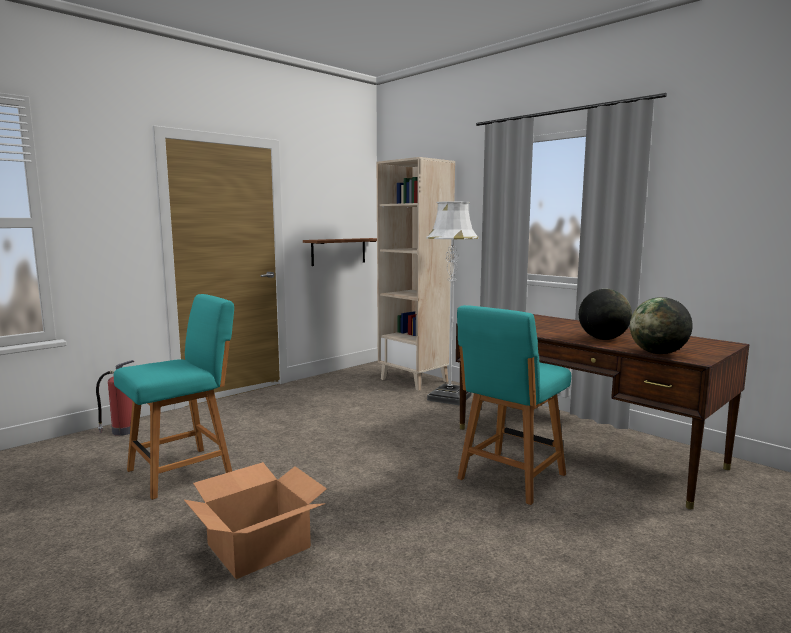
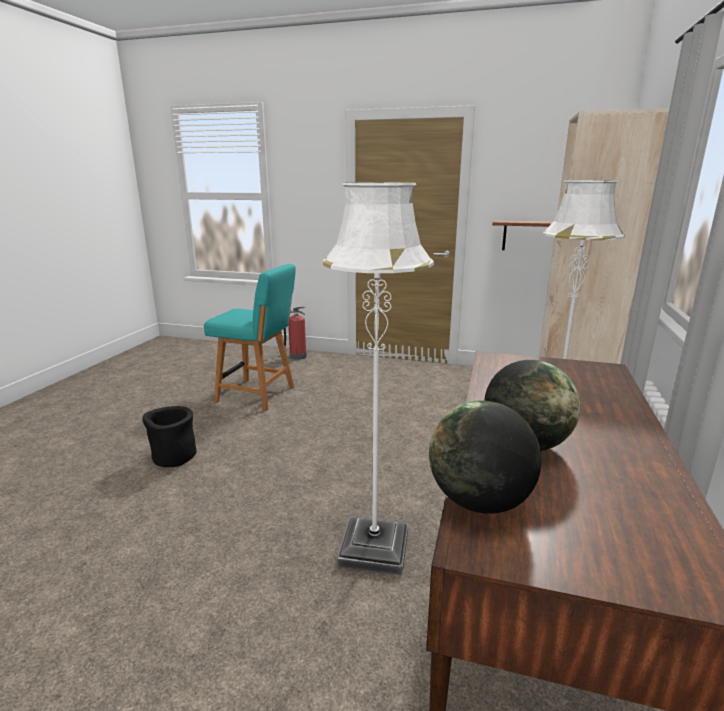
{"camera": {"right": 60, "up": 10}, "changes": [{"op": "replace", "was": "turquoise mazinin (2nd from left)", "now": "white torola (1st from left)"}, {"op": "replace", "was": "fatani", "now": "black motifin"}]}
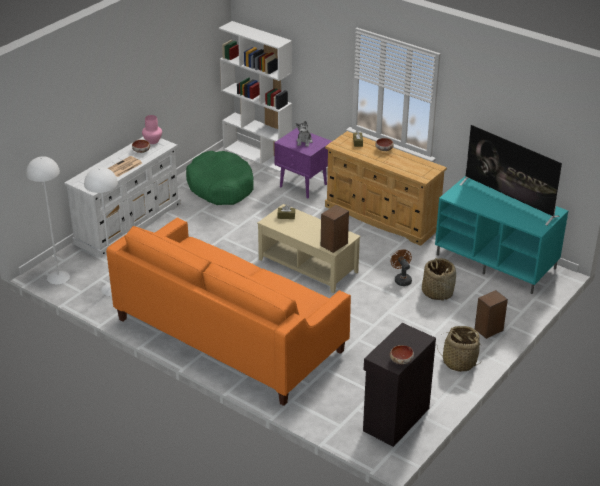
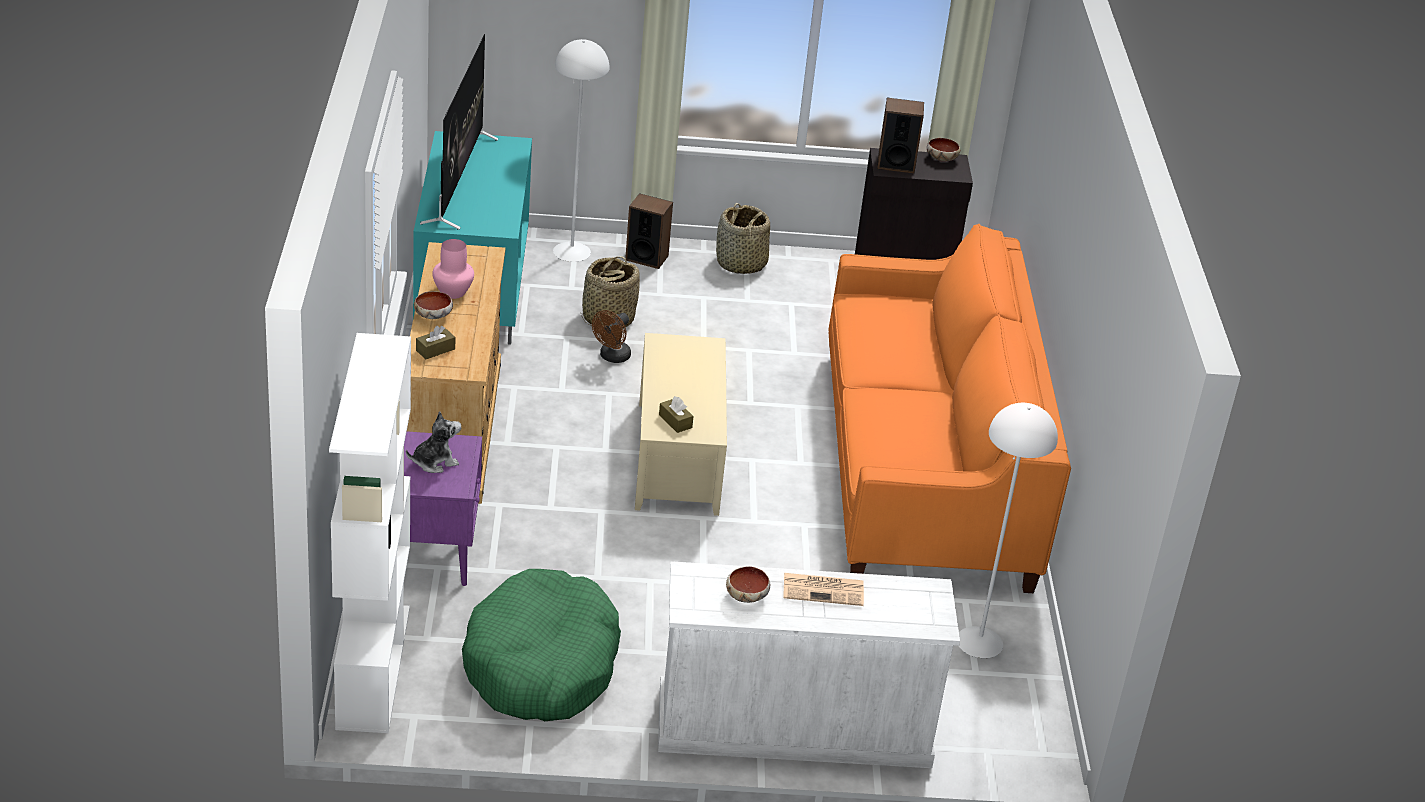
{"camera": {"right": -130, "up": 0}, "changes": [{"op": "move", "was": "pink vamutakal"}, {"op": "move", "was": "white torola (1st from left)"}, {"op": "move", "was": "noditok (1st from left in the first image)", "now": "noditok (2nd from left)"}]}
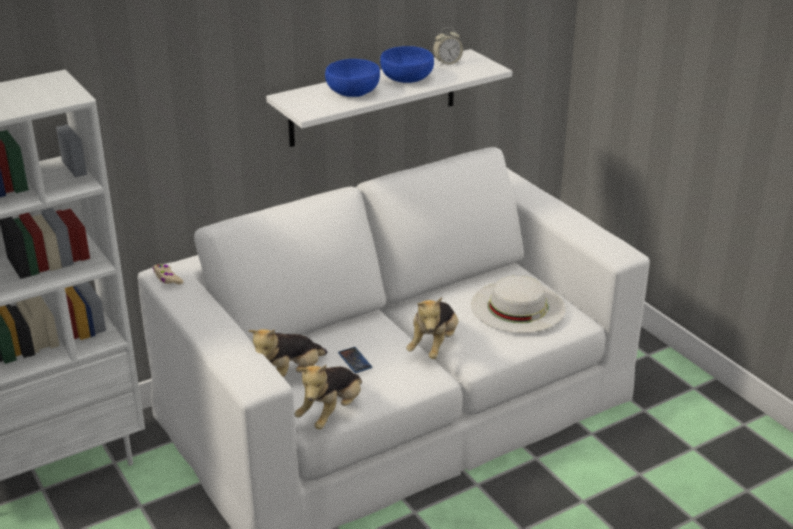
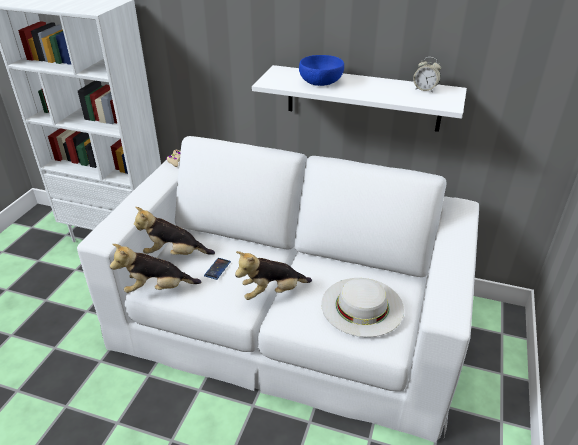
{"camera": {"right": 50, "up": 5}, "changes": [{"op": "delete", "was": "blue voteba (2nd from left)"}]}
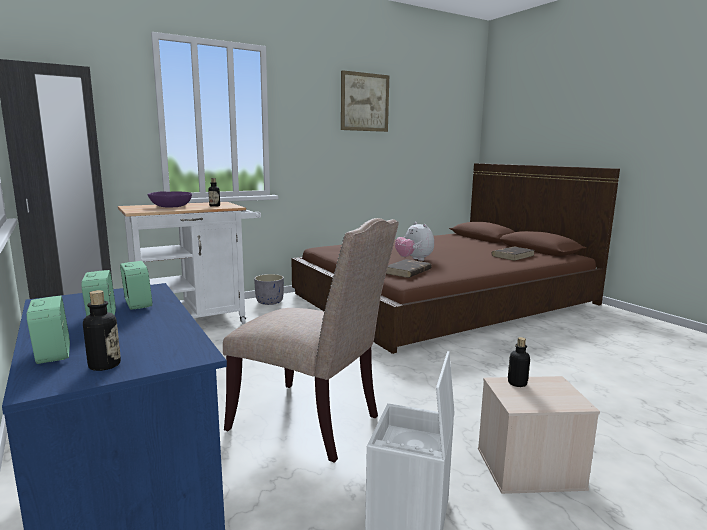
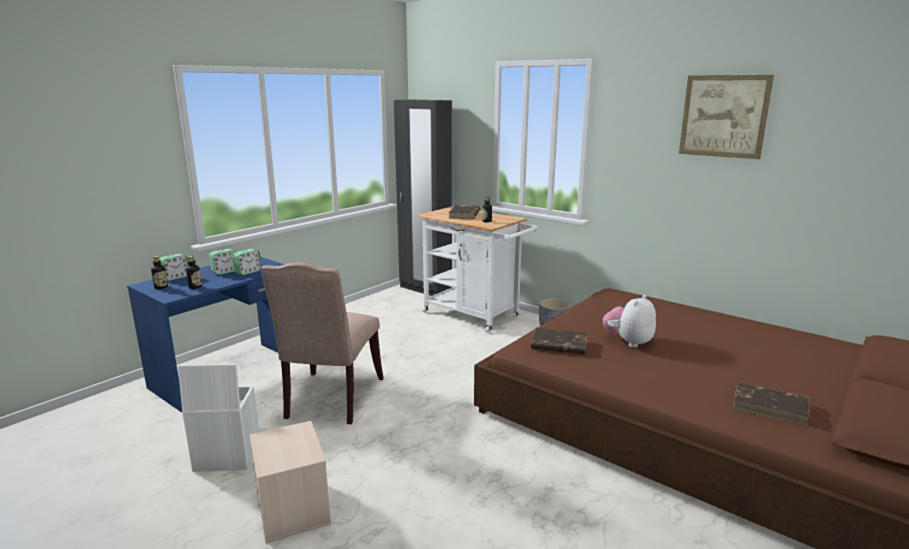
{"camera": {"right": 70, "up": 5}, "changes": [{"op": "replace", "was": "purple voteba", "now": "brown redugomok (1st from left)"}, {"op": "move", "was": "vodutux (3rd from left in the first image)", "now": "vodutux (2nd from left)"}]}
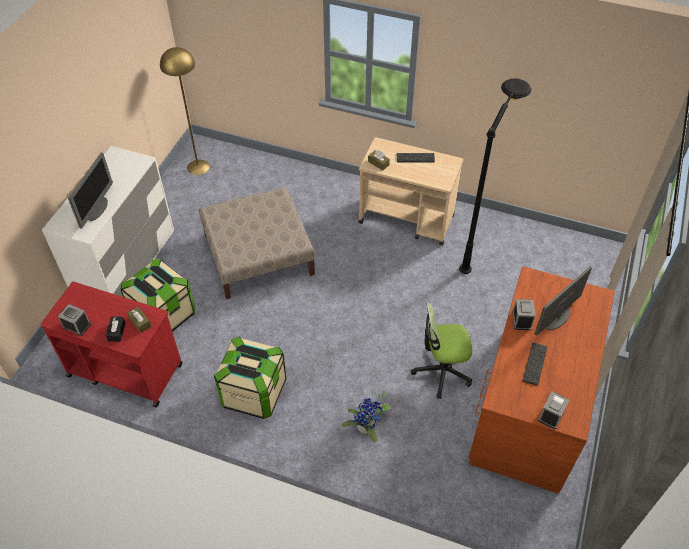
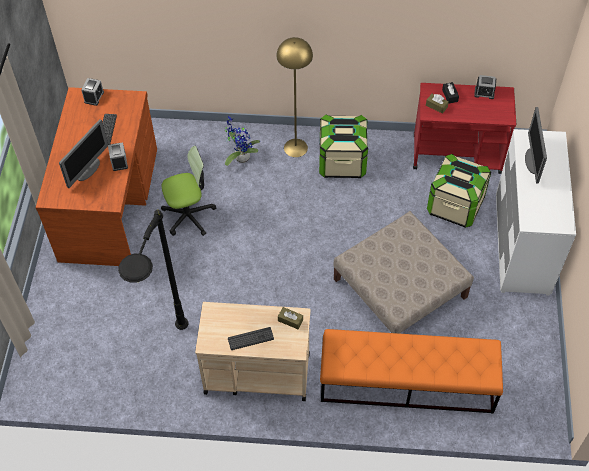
{"camera": {"right": 165, "up": 5}, "changes": [{"op": "move", "was": "yellow torola"}, {"op": "insert", "now": "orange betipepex"}]}
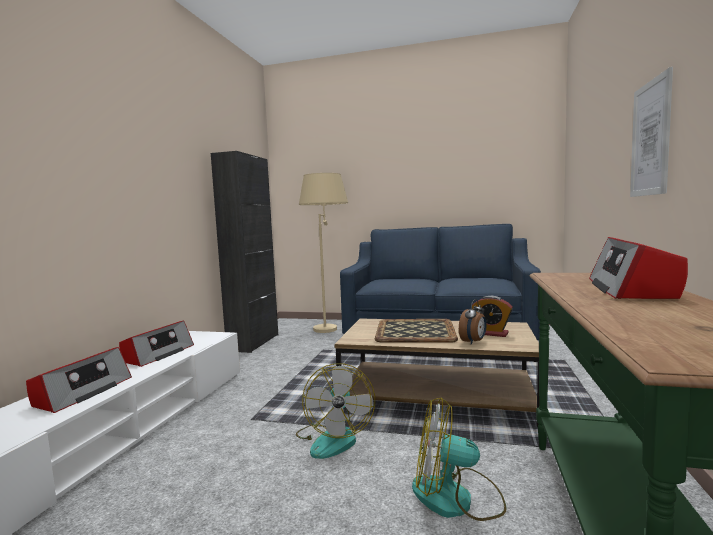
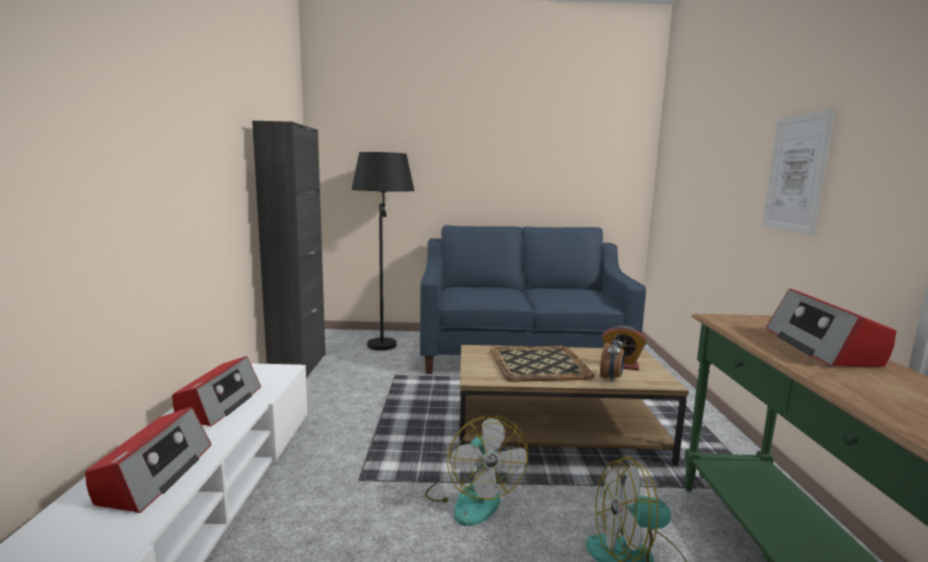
{"camera": {"right": -15, "up": 5}, "changes": [{"op": "recolor", "was": "beige torola", "now": "black torola"}]}
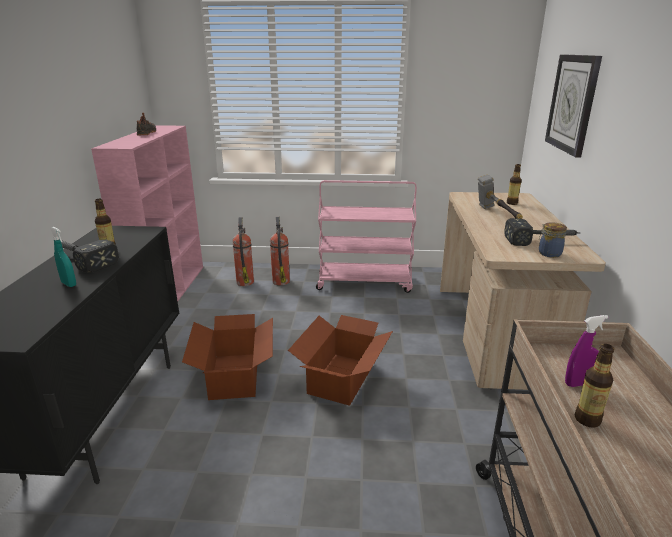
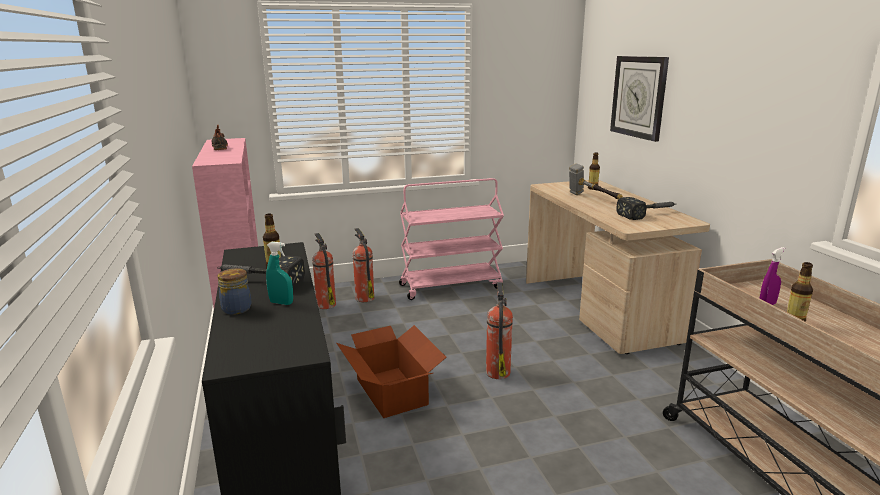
{"camera": {"right": -20, "up": -5}, "changes": [{"op": "move", "was": "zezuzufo"}, {"op": "replace", "was": "fatani (2nd from left)", "now": "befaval (3rd from left)"}]}
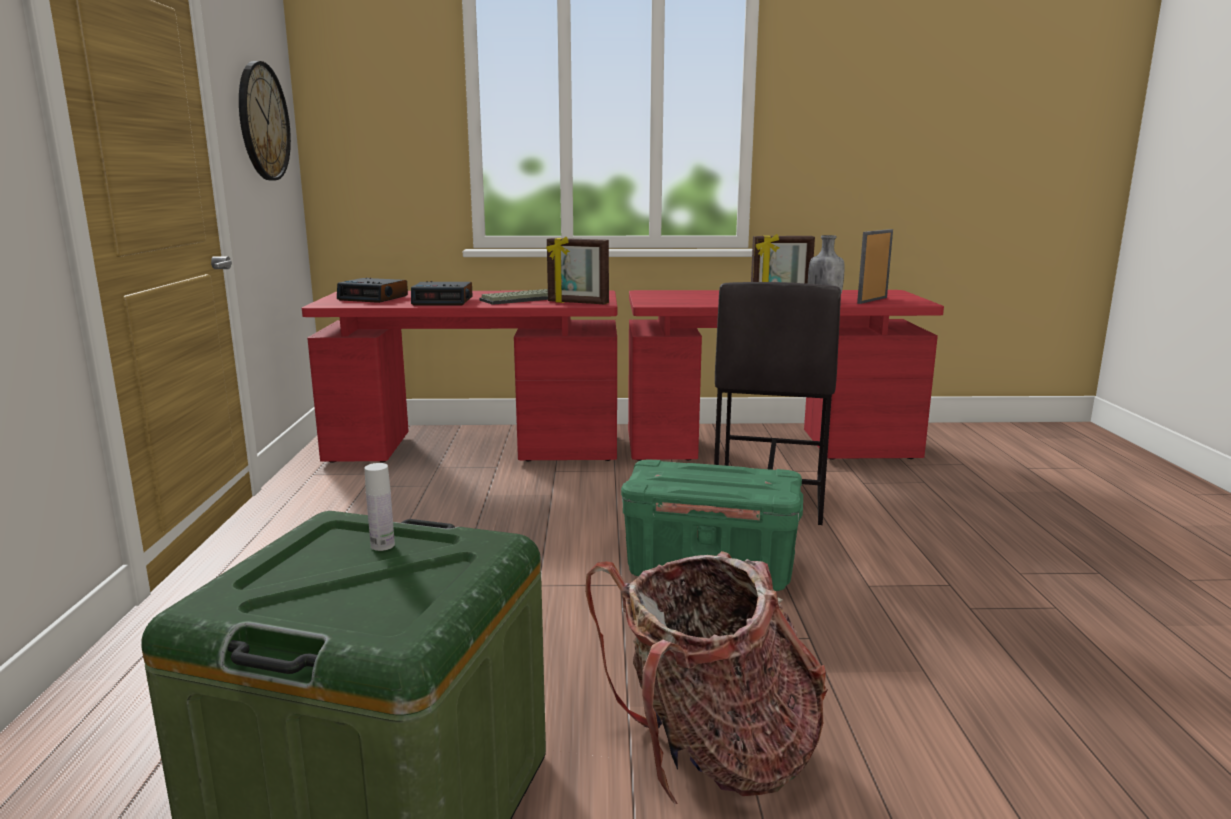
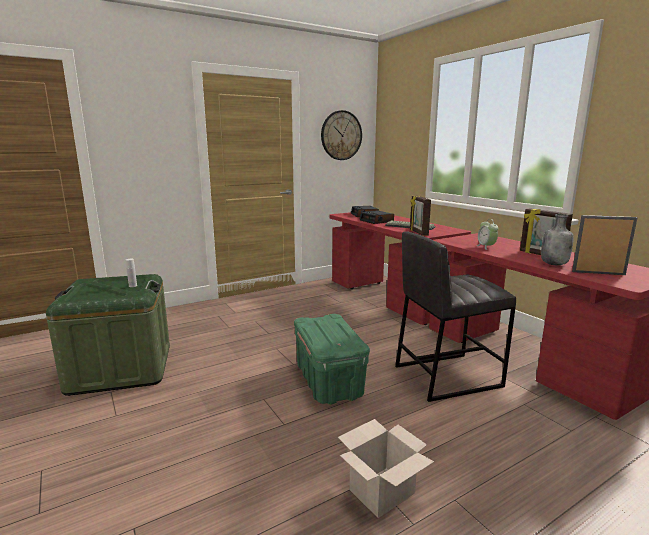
{"camera": {"right": 60, "up": 0}, "changes": [{"op": "delete", "was": "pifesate"}, {"op": "insert", "now": "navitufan (3rd from left)"}, {"op": "insert", "now": "fatani"}]}
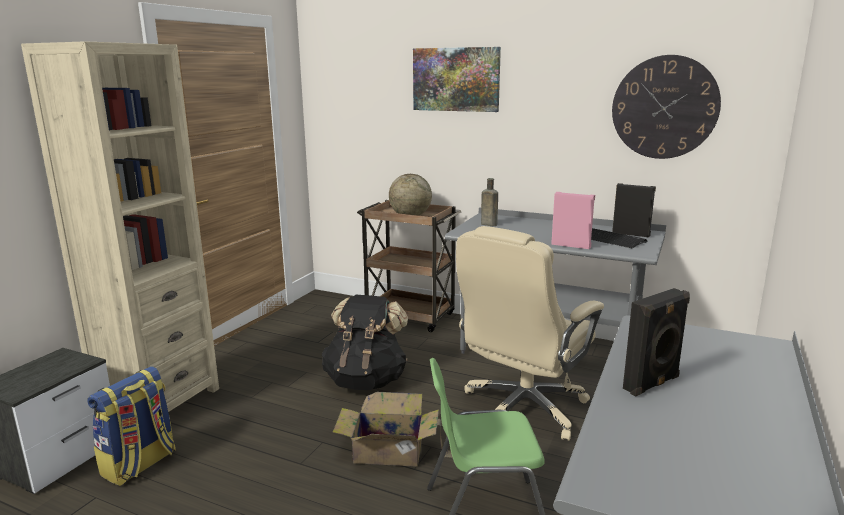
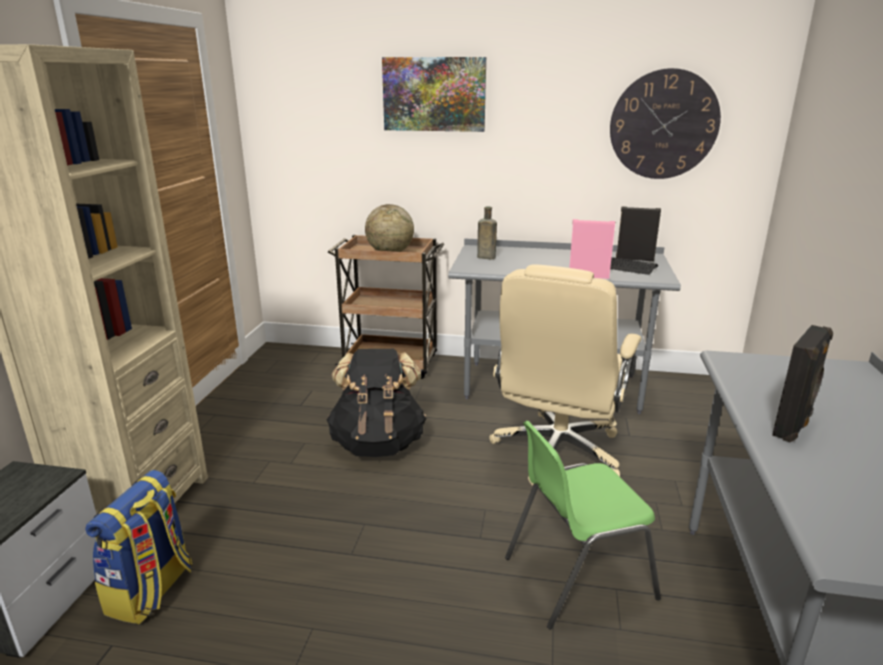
{"camera": {"right": -15, "up": 5}, "changes": [{"op": "delete", "was": "fatani"}]}
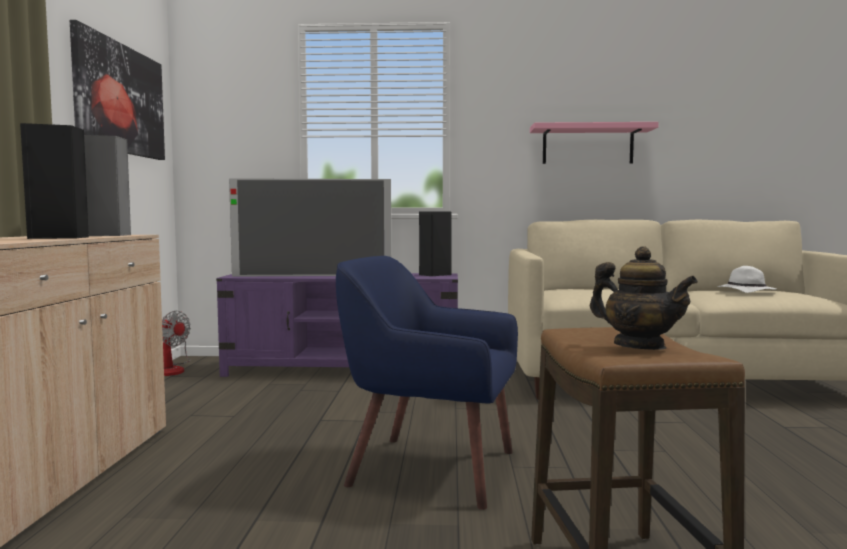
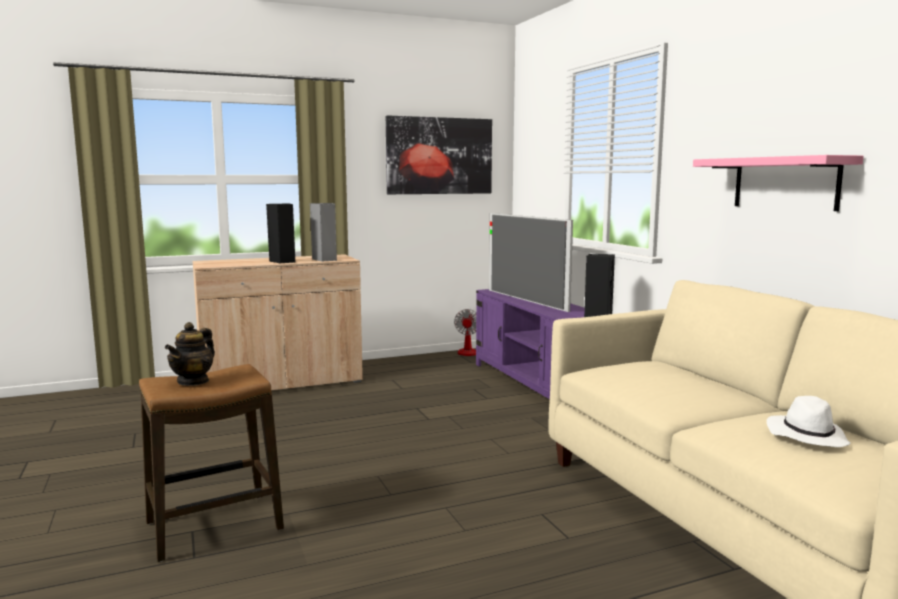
{"camera": {"right": 65, "up": 5}, "changes": [{"op": "delete", "was": "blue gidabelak"}]}
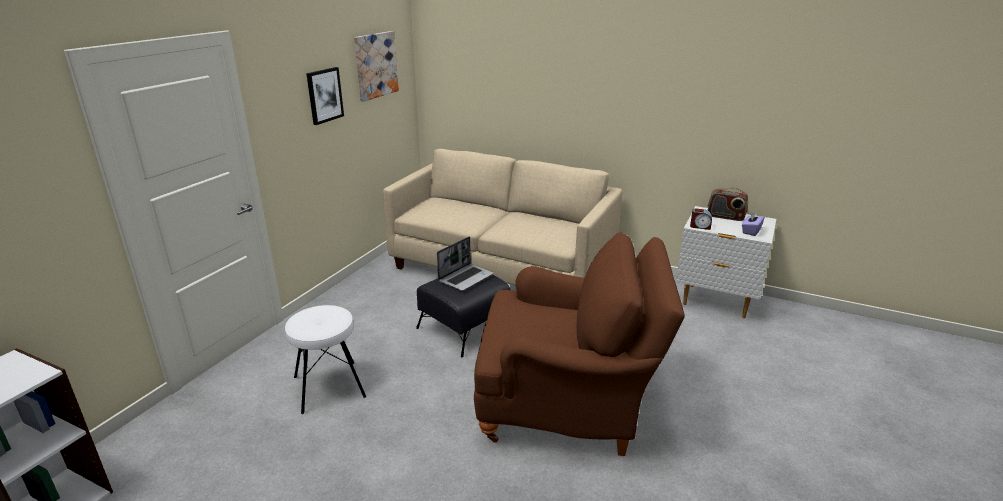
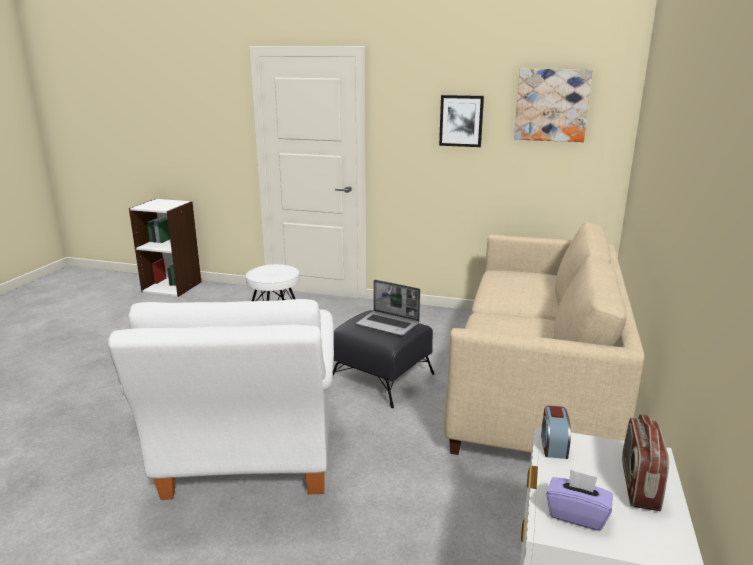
{"camera": {"right": 80, "up": -5}, "changes": [{"op": "recolor", "was": "brown gidabelak", "now": "white gidabelak"}]}
